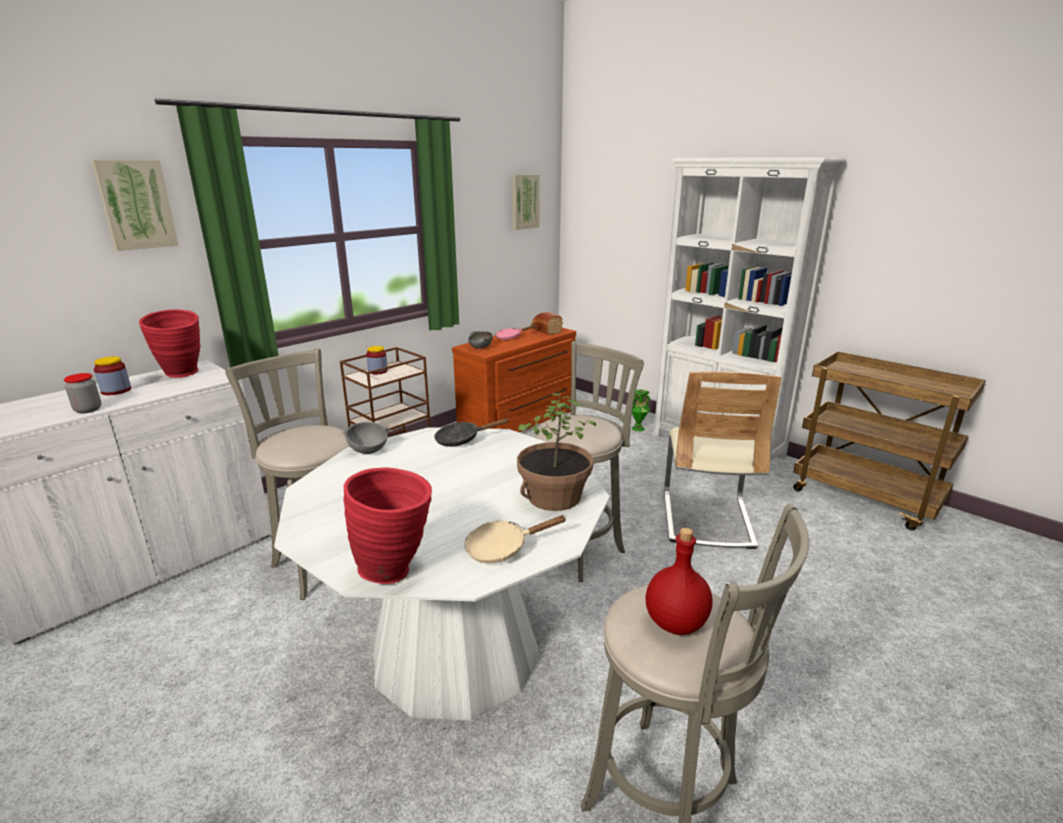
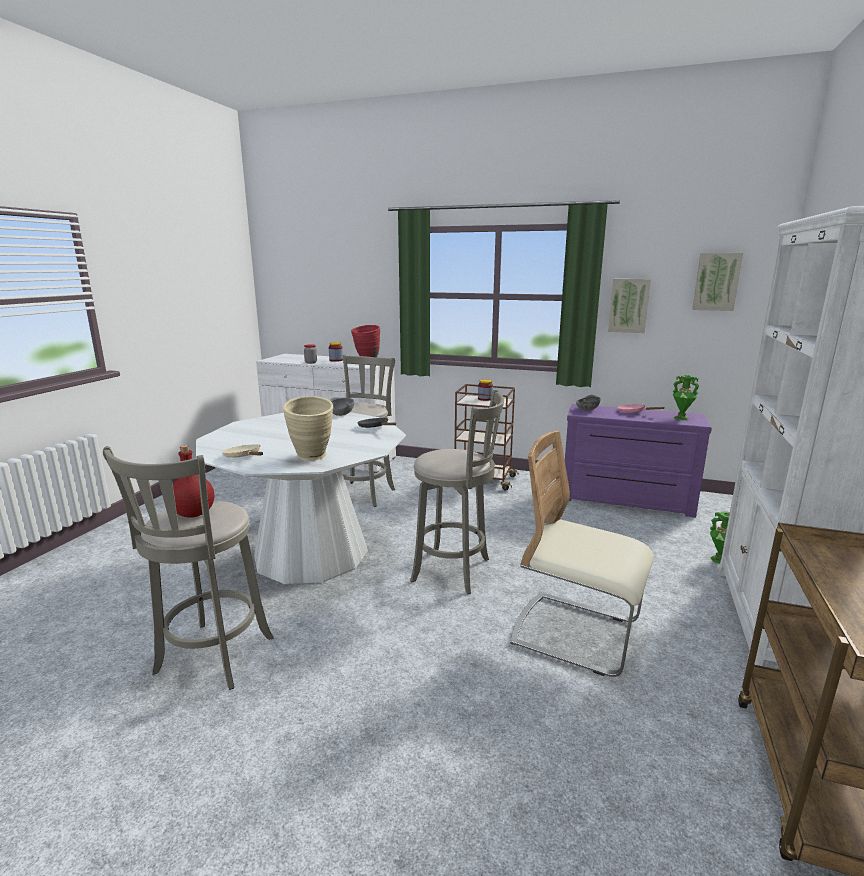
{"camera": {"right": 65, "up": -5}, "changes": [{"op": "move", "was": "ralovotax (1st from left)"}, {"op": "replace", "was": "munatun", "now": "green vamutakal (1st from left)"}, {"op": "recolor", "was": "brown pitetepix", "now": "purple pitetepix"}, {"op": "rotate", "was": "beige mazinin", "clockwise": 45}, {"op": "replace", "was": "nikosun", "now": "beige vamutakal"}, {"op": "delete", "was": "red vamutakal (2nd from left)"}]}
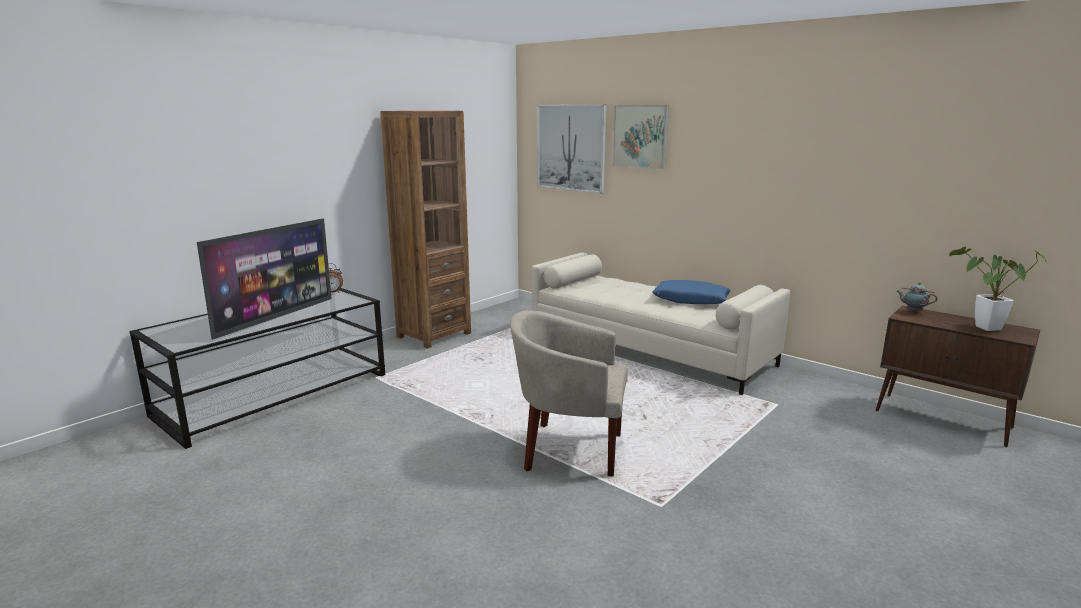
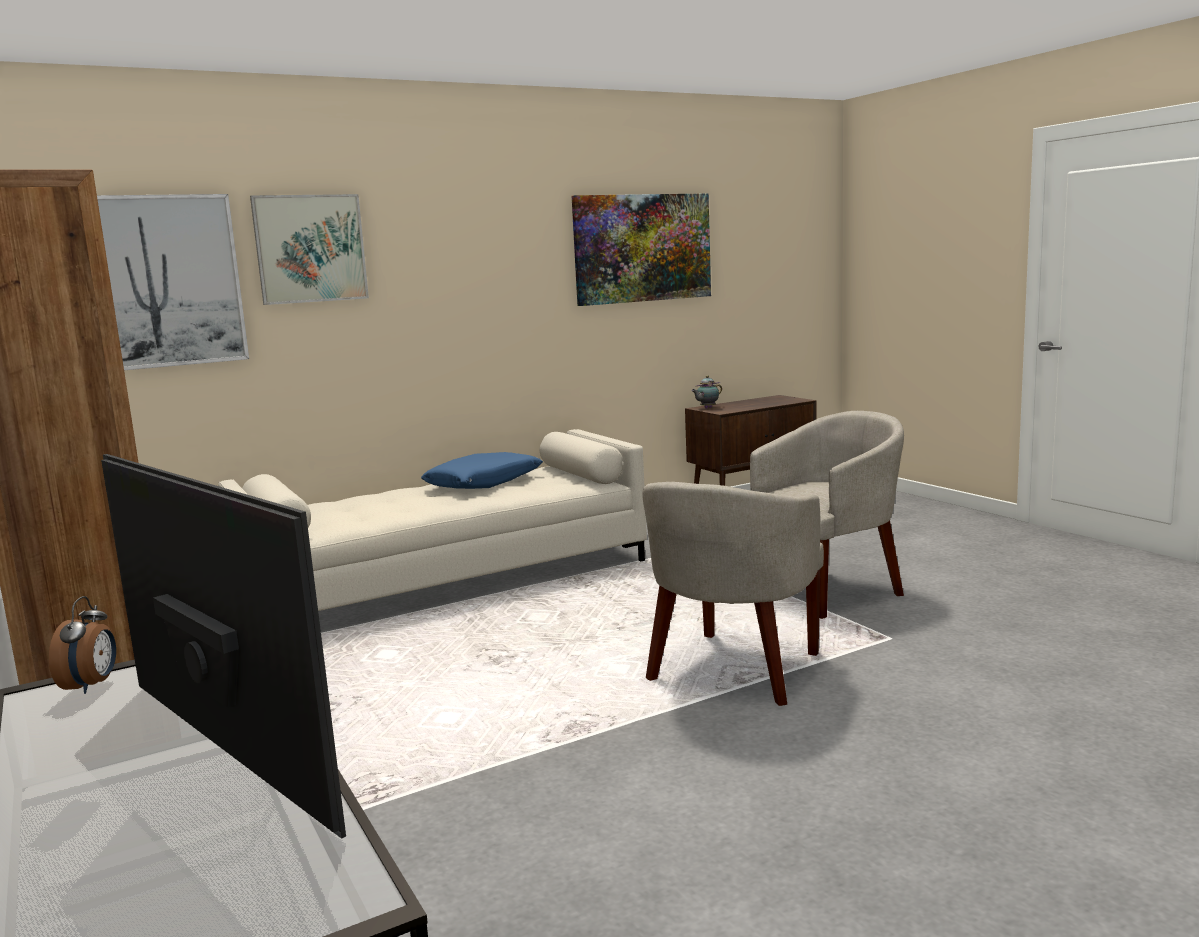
{"camera": {"right": -70, "up": -5}, "changes": [{"op": "delete", "was": "nikosun"}, {"op": "insert", "now": "ralovotax (3rd from left)"}, {"op": "insert", "now": "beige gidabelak (2nd from left)"}]}
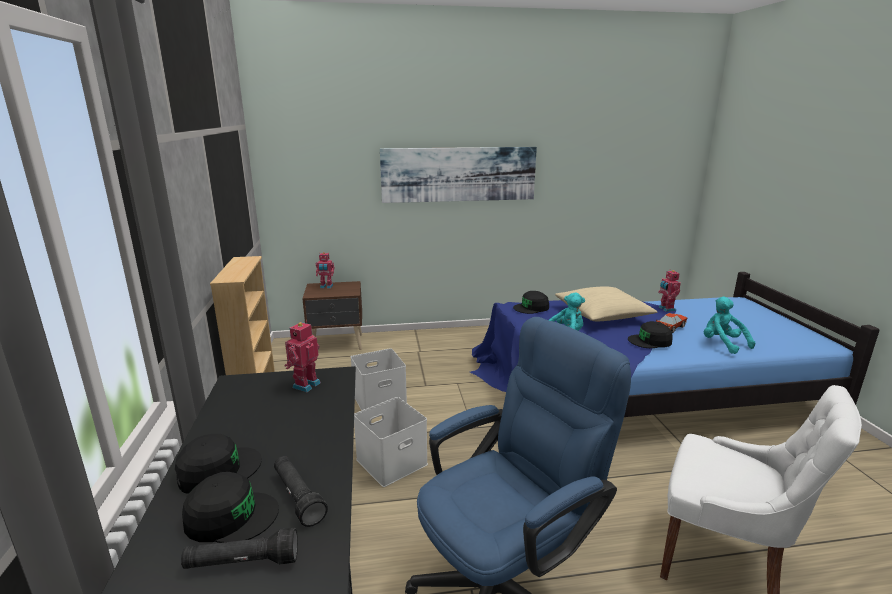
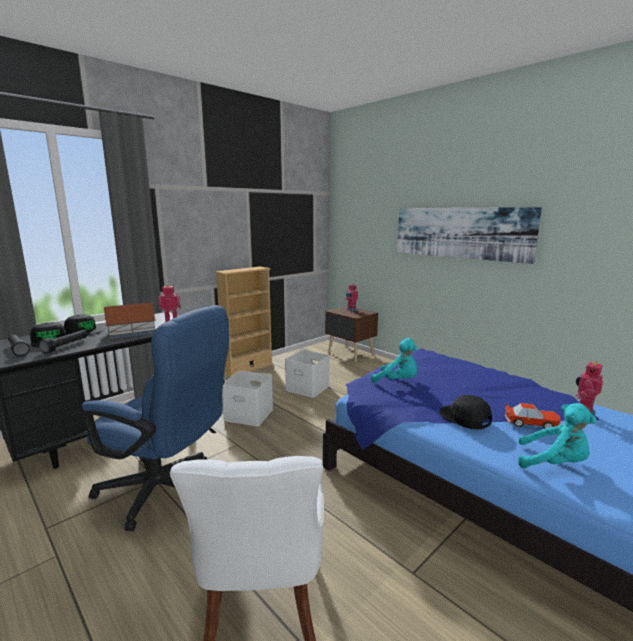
{"camera": {"right": 55, "up": -5}, "changes": [{"op": "delete", "was": "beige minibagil"}, {"op": "delete", "was": "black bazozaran (3rd from left)"}, {"op": "rotate", "was": "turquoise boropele (2nd from left)", "clockwise": 90}, {"op": "insert", "now": "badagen"}]}
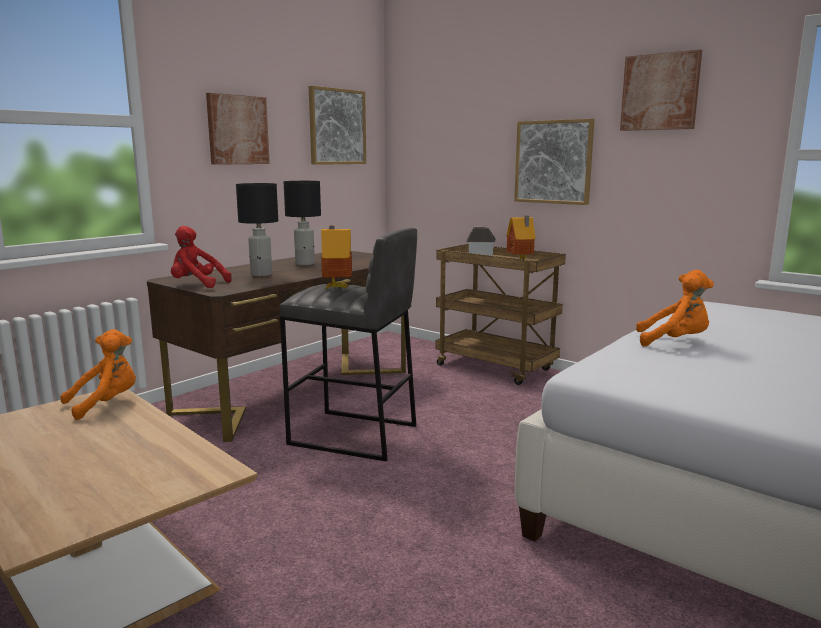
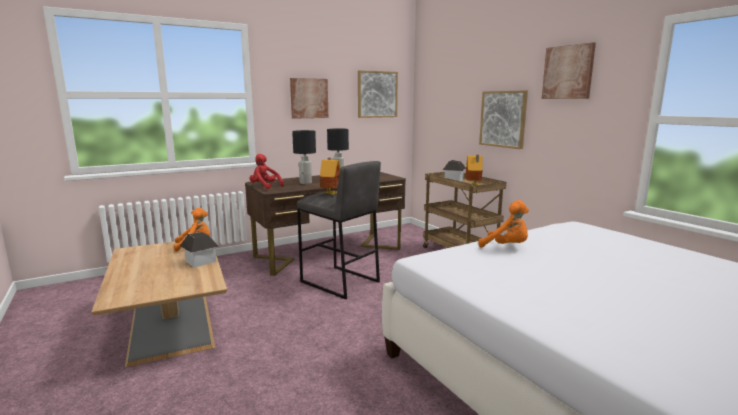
{"camera": {"right": 20, "up": 0}, "changes": [{"op": "insert", "now": "badagen (1st from left)"}]}
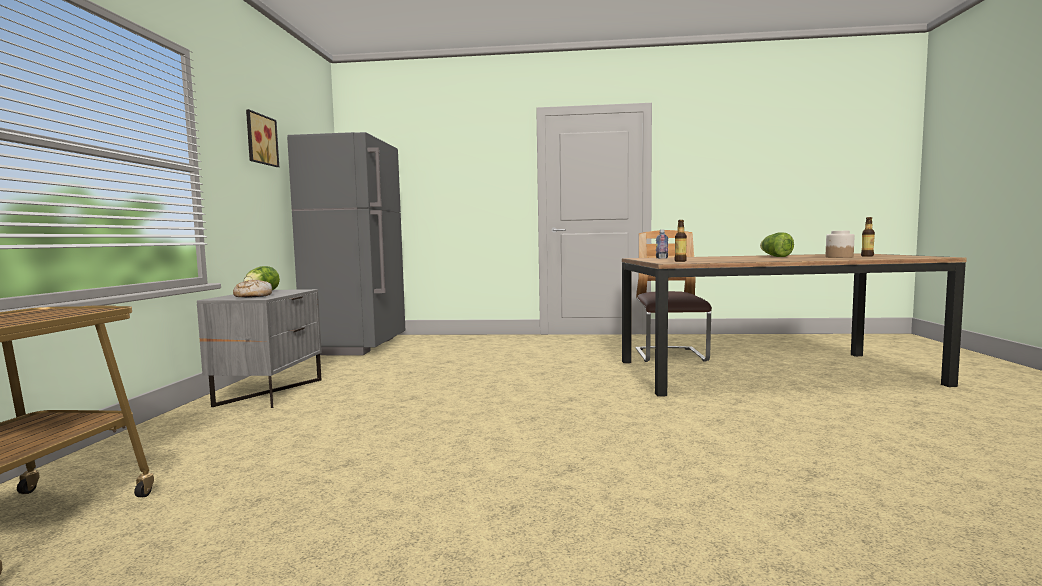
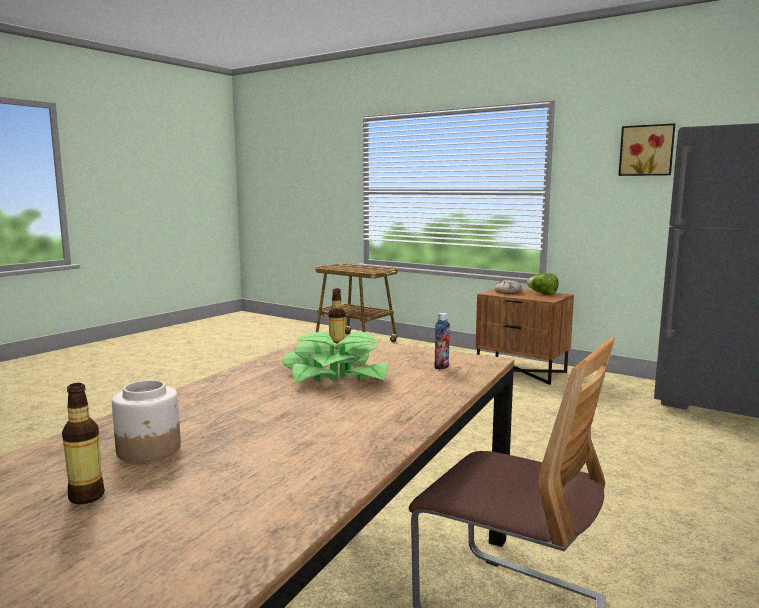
{"camera": {"right": 120, "up": 5}, "changes": [{"op": "delete", "was": "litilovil (2nd from left)"}, {"op": "recolor", "was": "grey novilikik", "now": "brown novilikik"}, {"op": "insert", "now": "nikosun"}]}
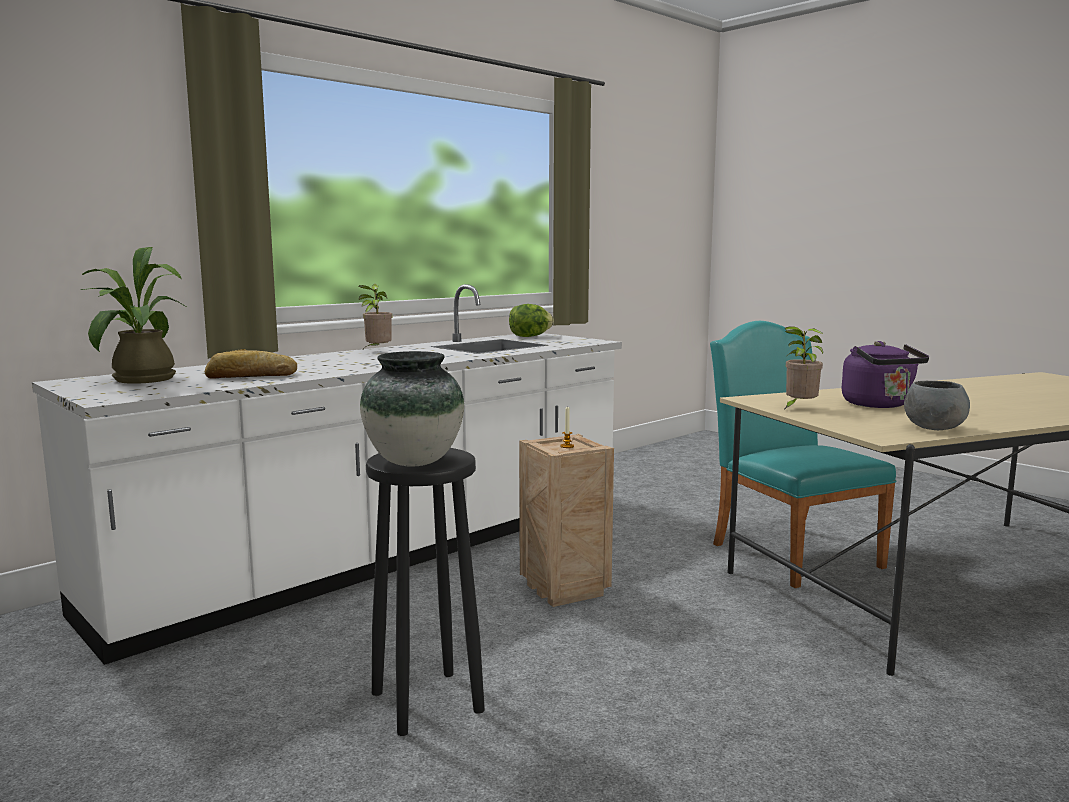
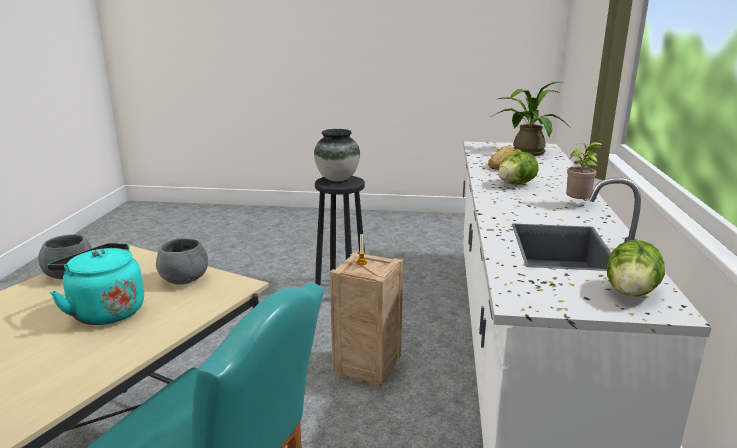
{"camera": {"right": 140, "up": 10}, "changes": [{"op": "replace", "was": "nikosun (3rd from left)", "now": "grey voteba (2nd from left)"}, {"op": "recolor", "was": "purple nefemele", "now": "turquoise nefemele"}, {"op": "insert", "now": "litilovil (1st from left)"}]}
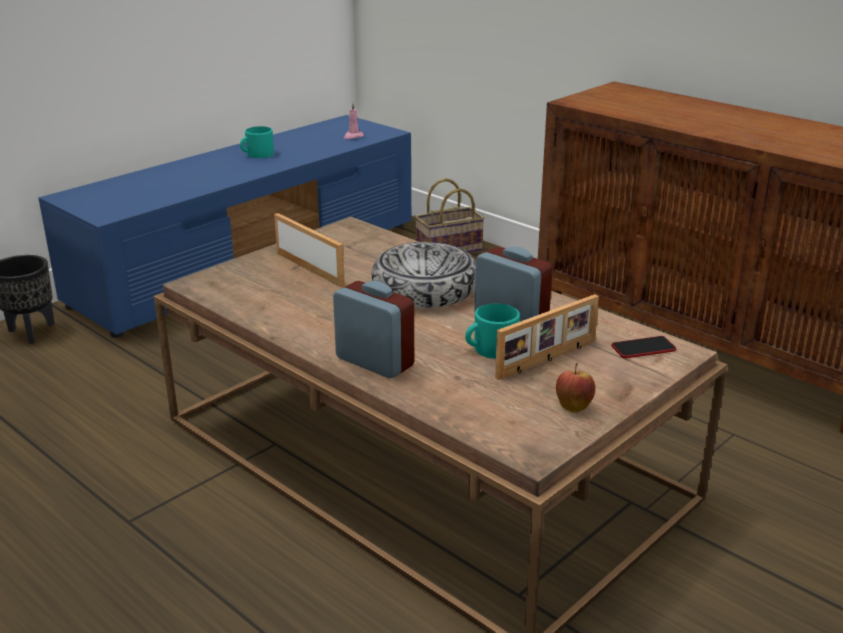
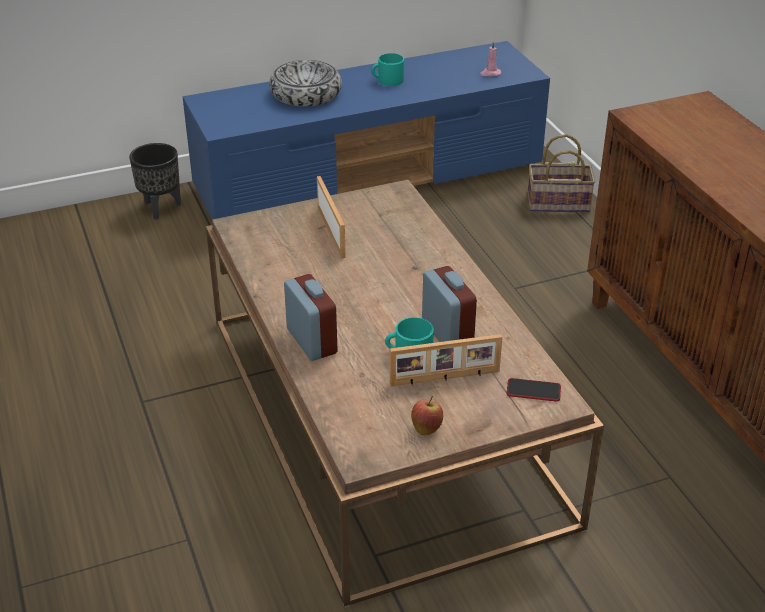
{"camera": {"right": 25, "up": 10}, "changes": [{"op": "move", "was": "voteba"}]}
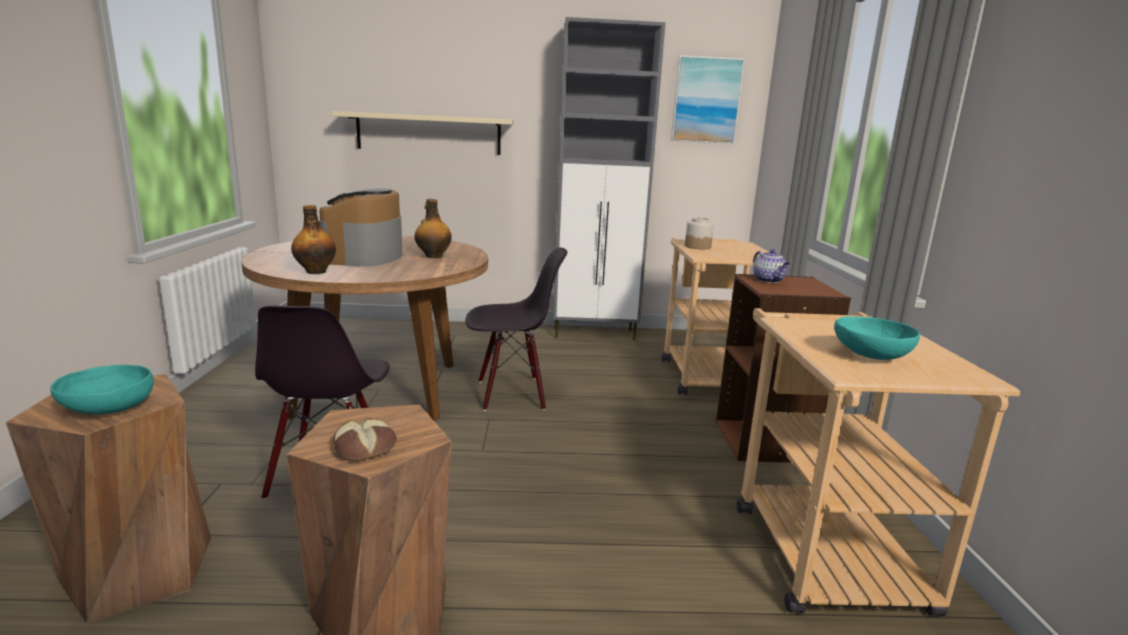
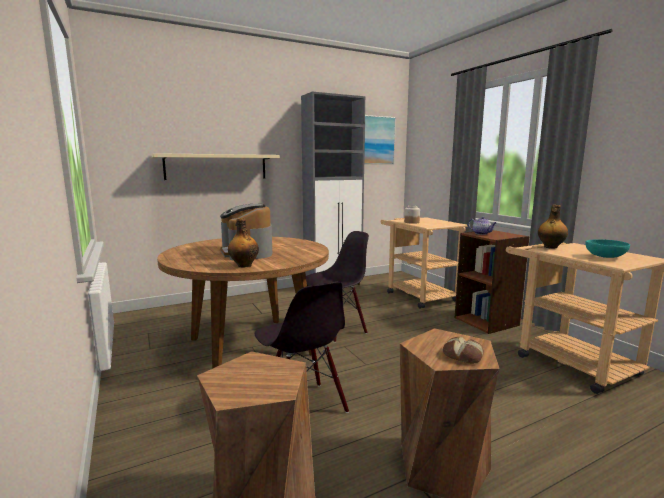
{"camera": {"right": -25, "up": -5}, "changes": [{"op": "move", "was": "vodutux (2nd from left)"}, {"op": "delete", "was": "turquoise voteba (1st from left)"}]}
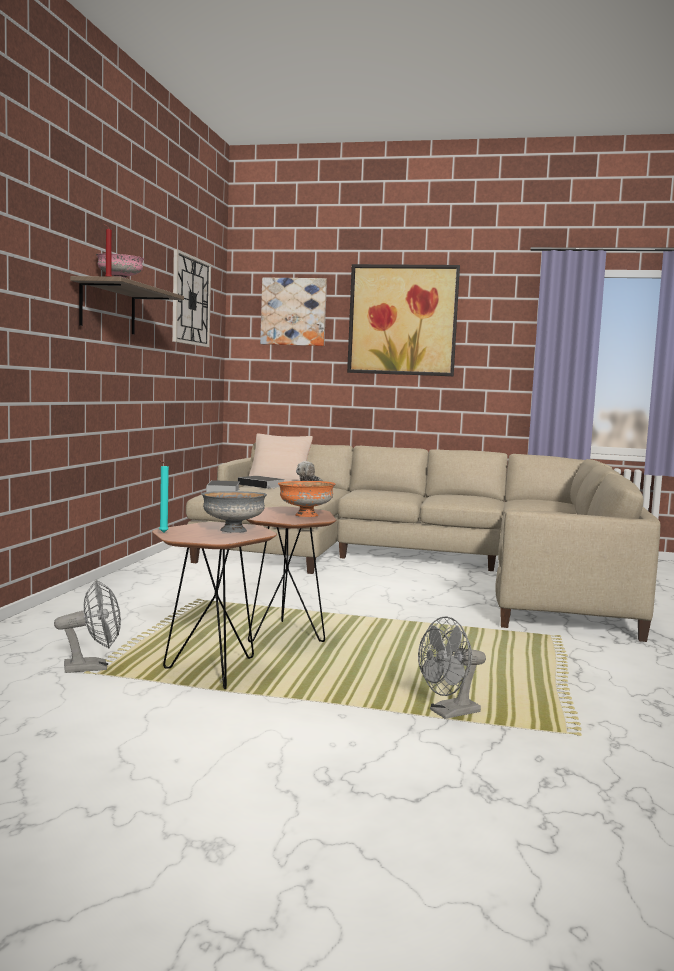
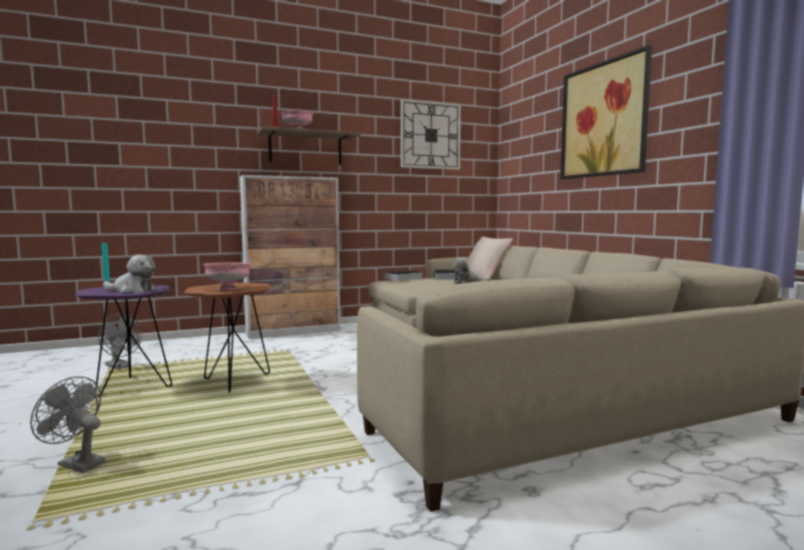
{"camera": {"right": 55, "up": 0}, "changes": [{"op": "delete", "was": "ralovotax (1st from left)"}, {"op": "recolor", "was": "orange voteba", "now": "pink voteba (1st from left)"}, {"op": "replace", "was": "grey voteba", "now": "boropele (1st from left)"}, {"op": "recolor", "was": "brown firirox (1st from left)", "now": "purple firirox"}, {"op": "insert", "now": "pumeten"}]}
